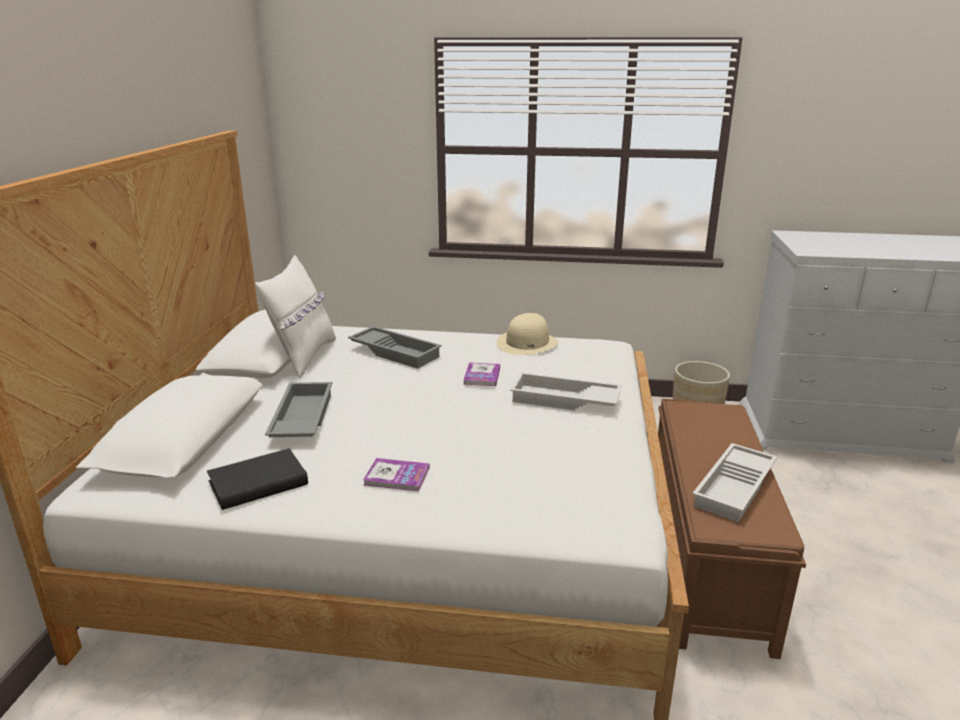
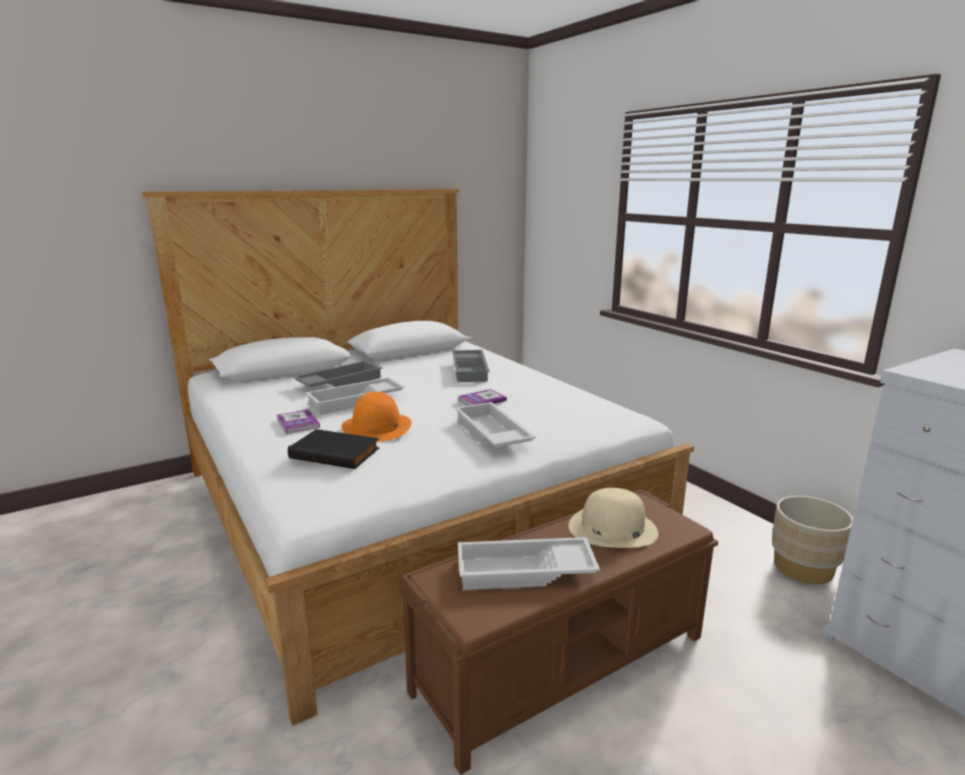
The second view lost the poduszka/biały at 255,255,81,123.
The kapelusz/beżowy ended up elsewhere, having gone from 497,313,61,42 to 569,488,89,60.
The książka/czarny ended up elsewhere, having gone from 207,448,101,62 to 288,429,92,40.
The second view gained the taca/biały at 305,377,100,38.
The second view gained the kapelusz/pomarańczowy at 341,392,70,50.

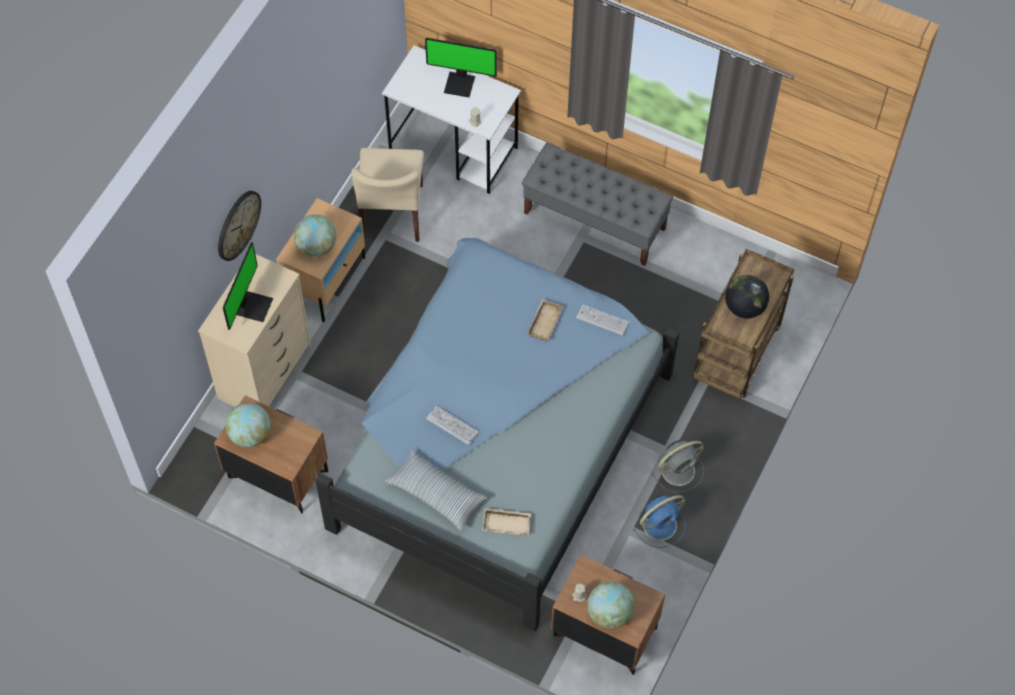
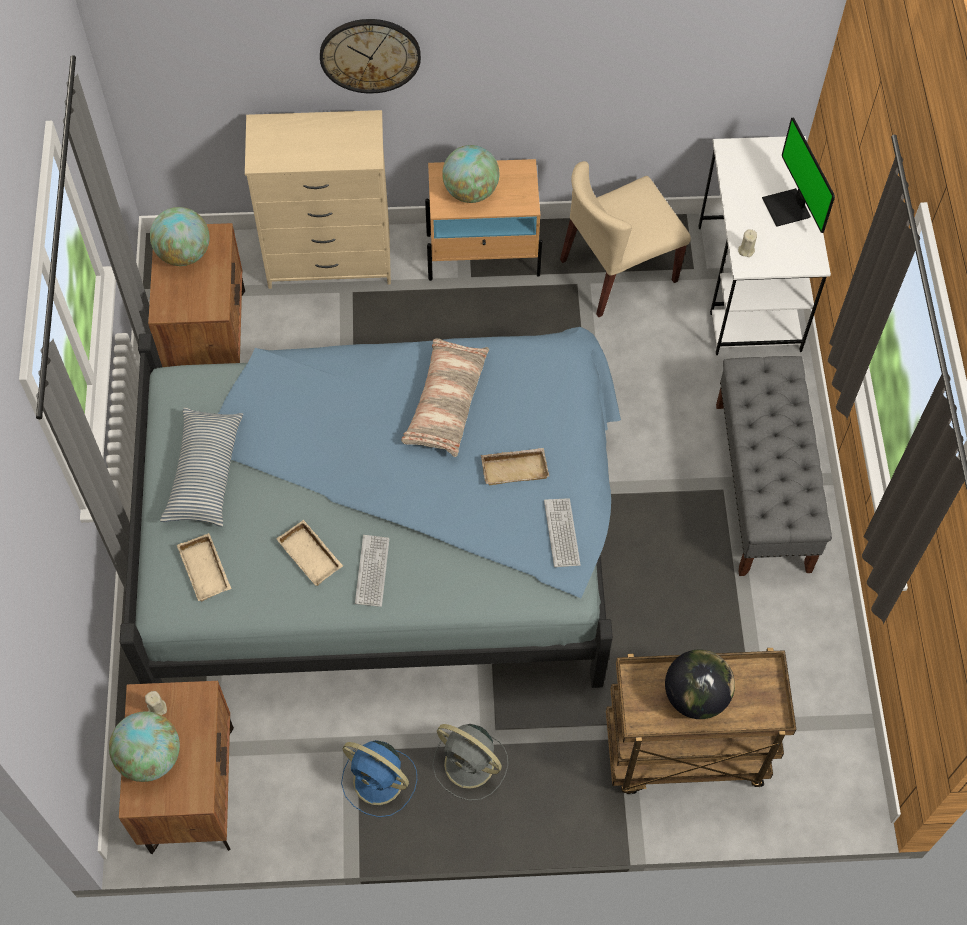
The second view lost the monitor at 223,242,50,88.
The klawiatura ended up elsewhere, having gone from 426,406,53,39 to 355,535,35,72.
The second view gained the poduszka at 401,338,88,119.
The second view gained the taca/beżowy at 276,520,67,66.

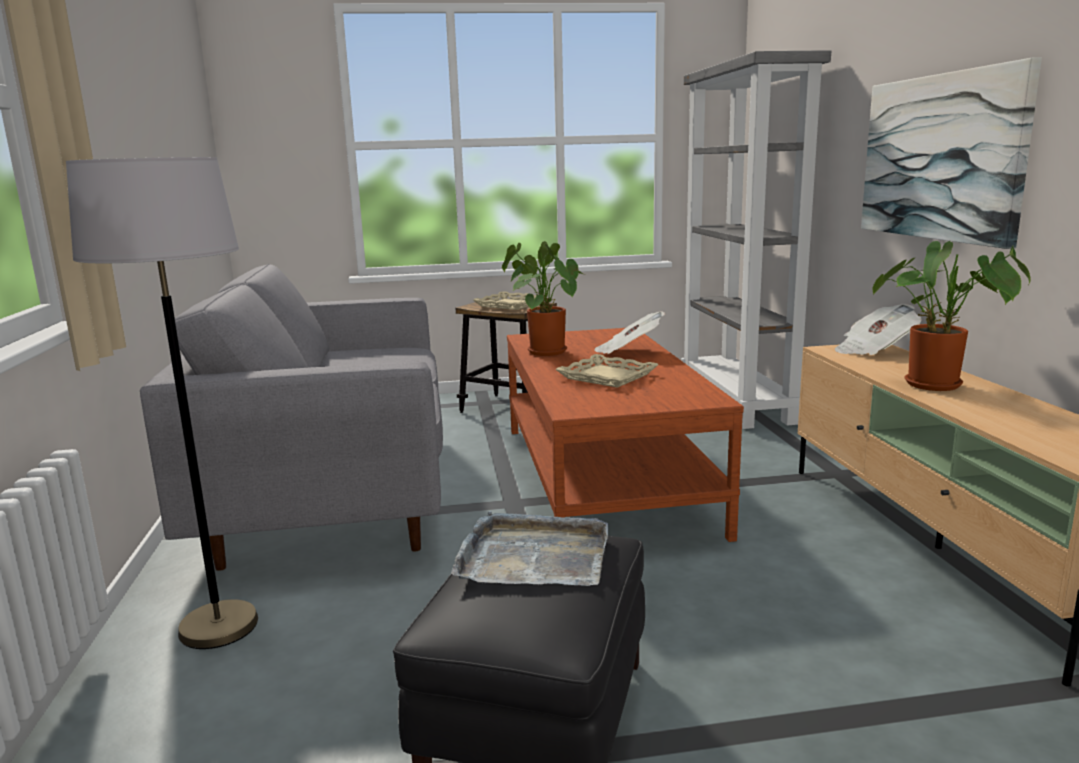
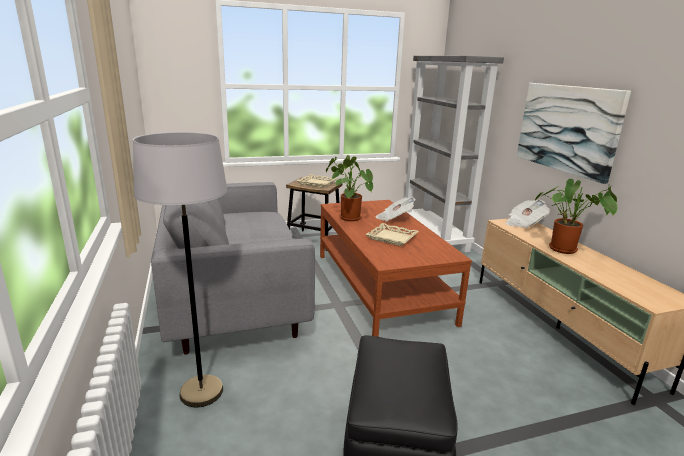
The second view lost the taca/szary at 451,511,157,75.

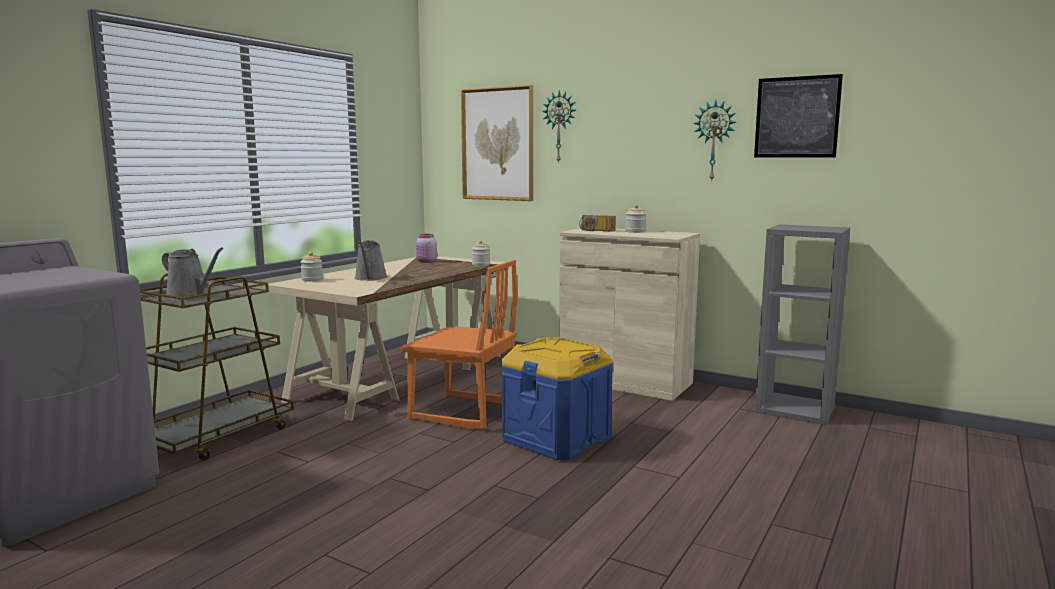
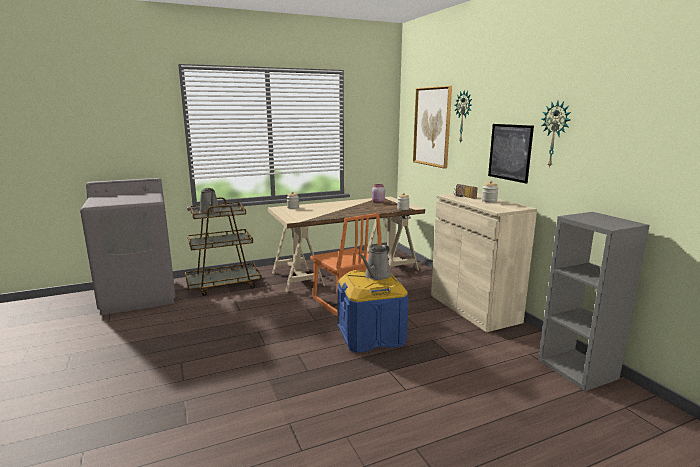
The obraz ended up elsewhere, having gone from 754,74,89,84 to 488,124,46,60.
The konewka/szary ended up elsewhere, having gone from 354,240,34,41 to 358,245,33,35.

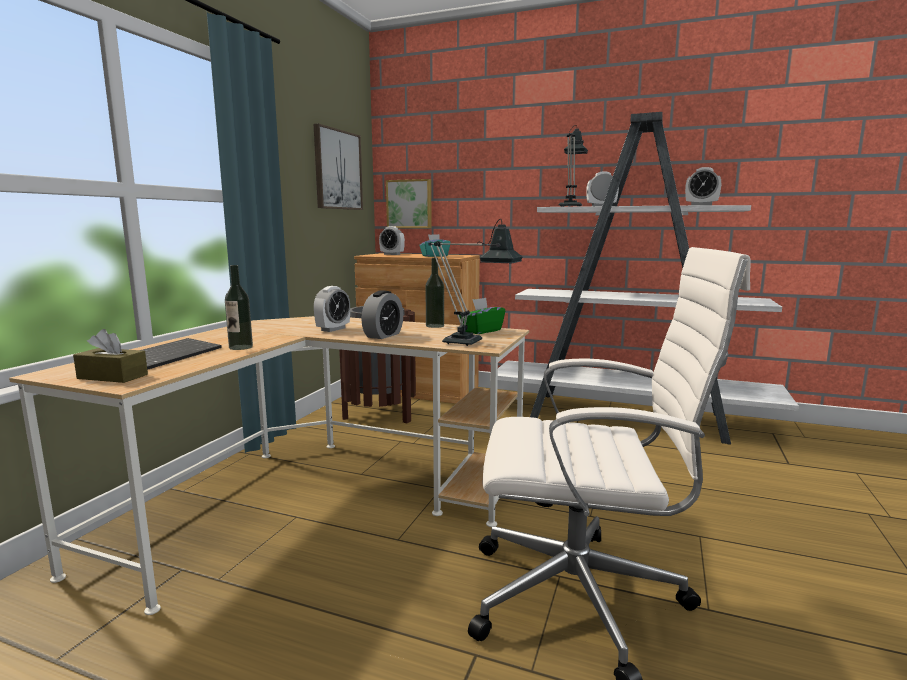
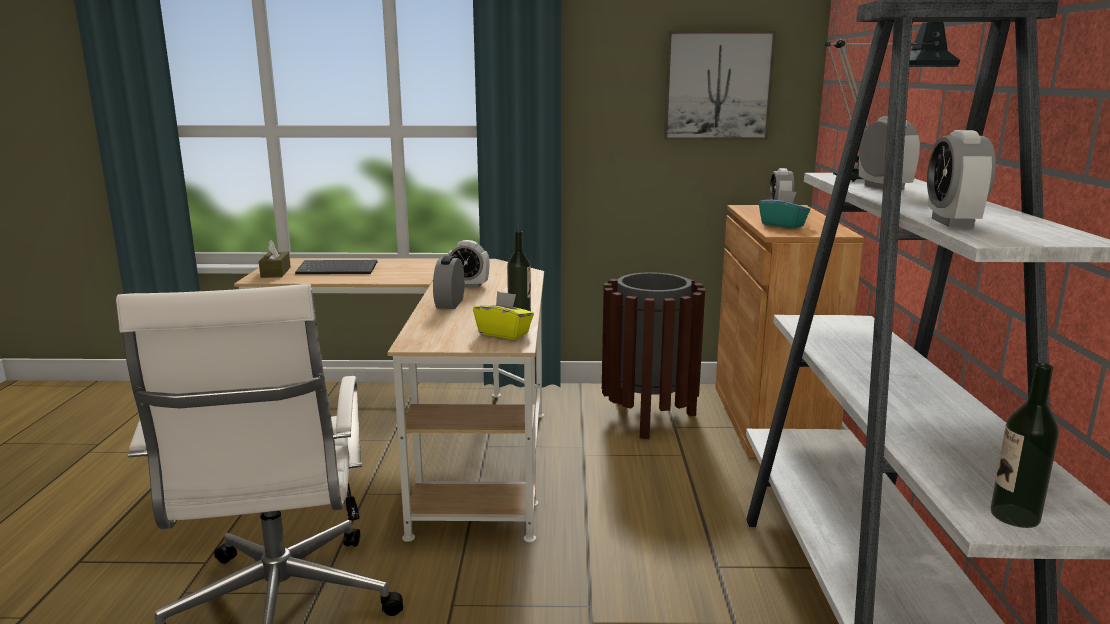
The second view lost the obraz at 386,179,46,49.
The second view lost the lampa stołowa at 428,219,95,127.
The butelka ended up elsewhere, having gone from 225,265,28,85 to 990,363,69,165.
The budzik at 361,290,42,49 ended up facing another way, 90 degrees clockwise from before.
What was the pudełko chusteczek/zielony at 459,298,46,36 turned into the pudełko chusteczek/żółty at 473,291,61,49.

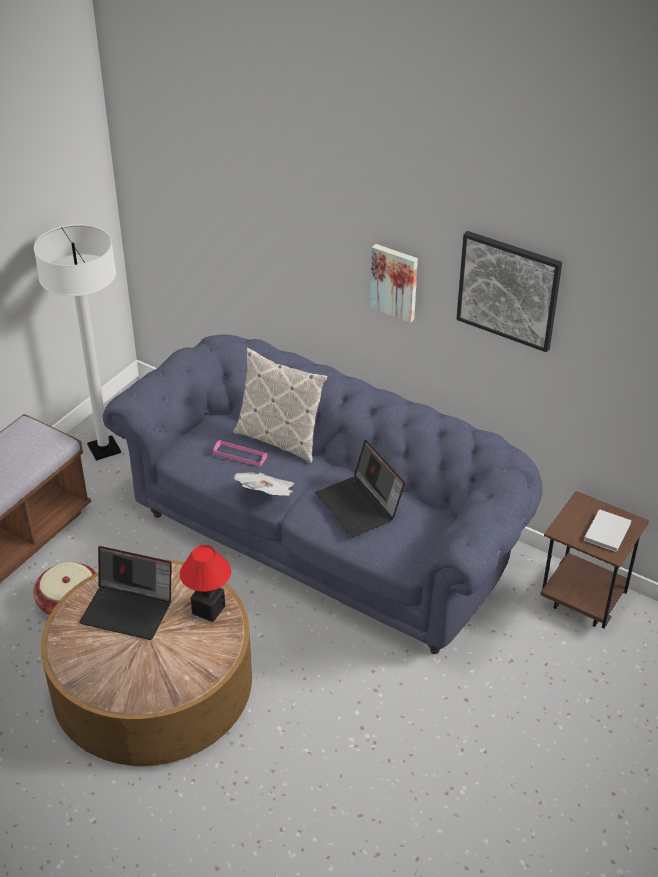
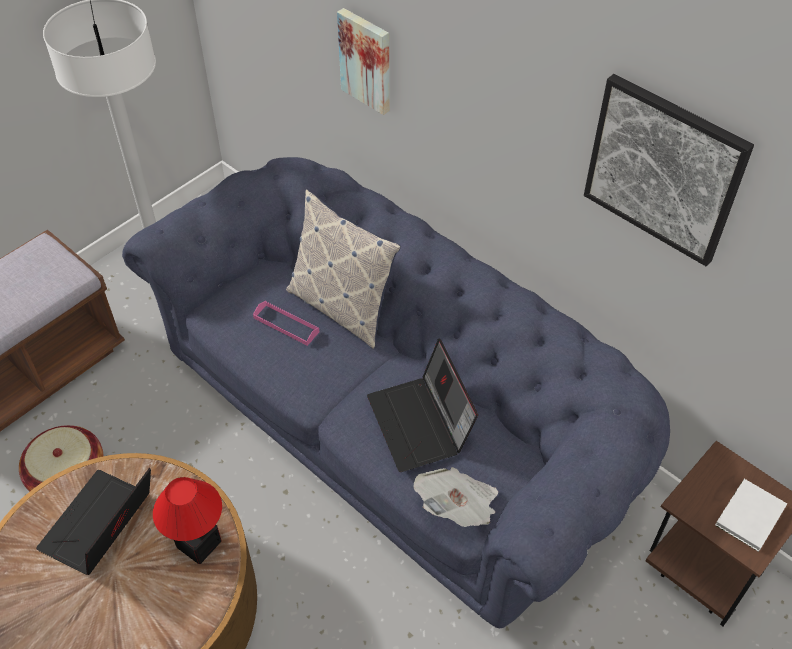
The obraz ended up elsewhere, having gone from 370,244,48,79 to 337,8,53,107.
The gazeta ended up elsewhere, having gone from 234,473,60,23 to 414,467,85,60.
The laptop at 79,546,93,94 ended up facing another way, 90 degrees clockwise from before.

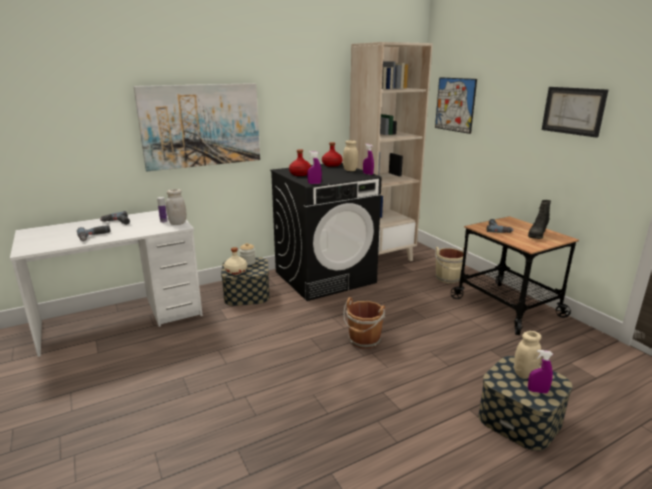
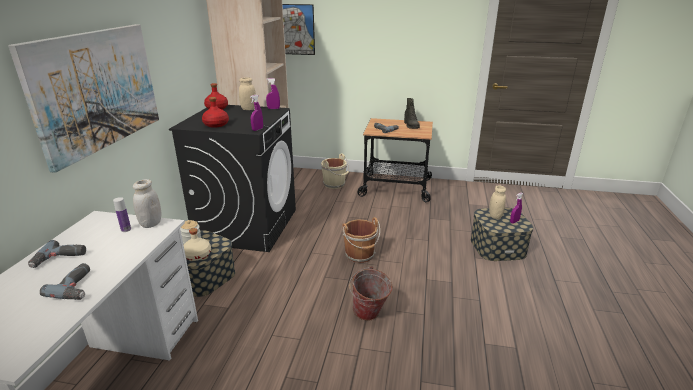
The second view lost the obraz at 542,87,66,51.
The second view gained the wiadro at 349,266,43,55.

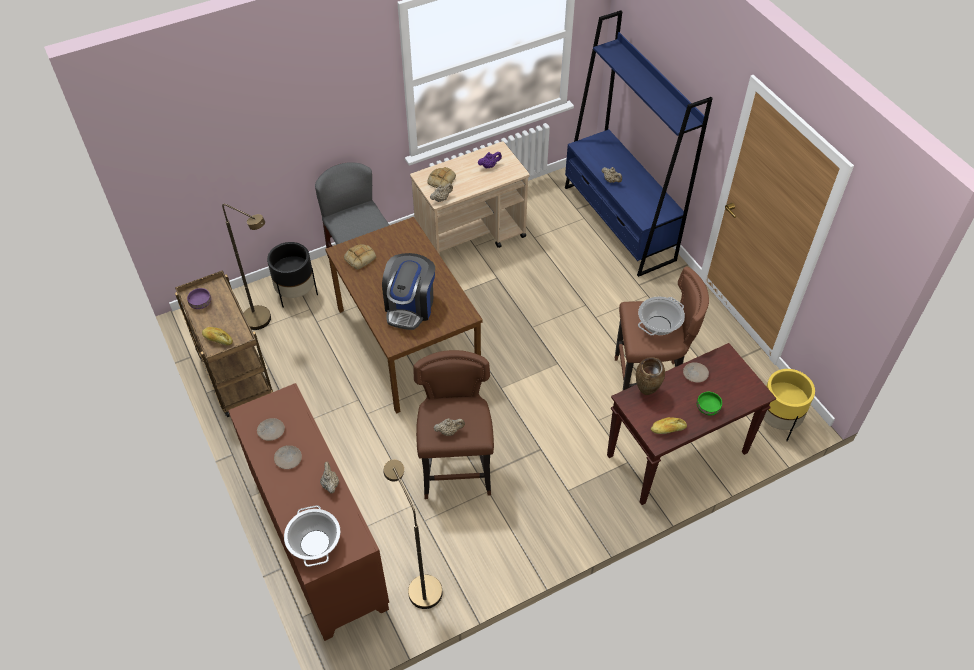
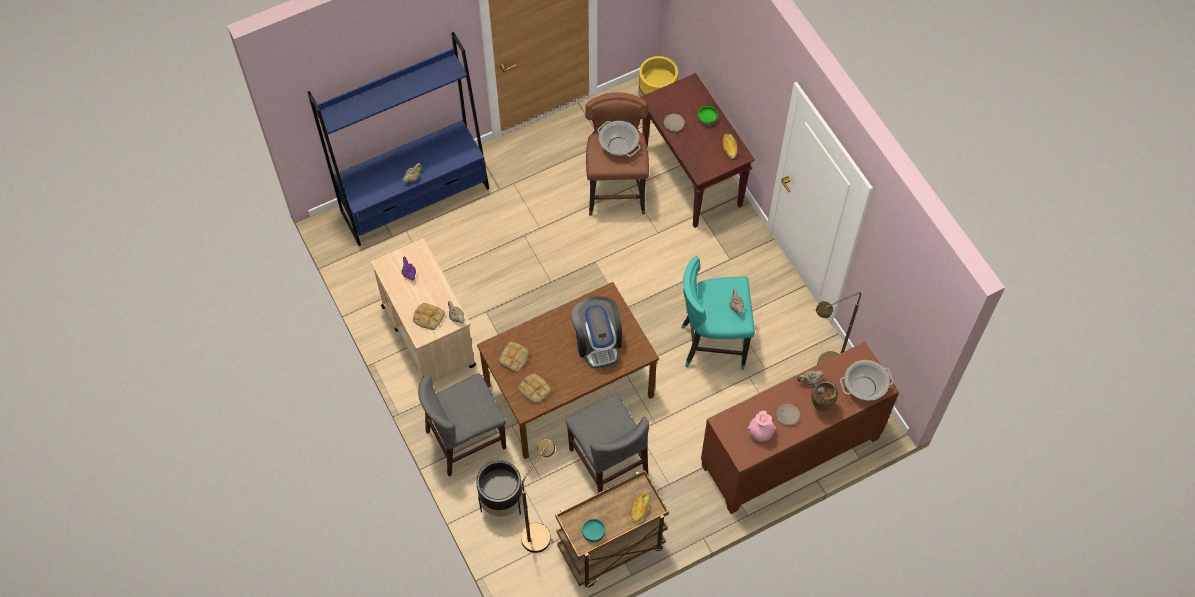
The ekspres do kawy at 382,253,53,77 ended up facing another way, 60 degrees clockwise from before.
What was the miska/fioletowy at 187,288,24,21 turned into the miska/turkusowy at 582,519,23,24.
What was the stołek/brązowy at 413,350,81,149 turned into the stołek/turkusowy at 681,256,74,114.
The wazon/brązowy ended up elsewhere, having gone from 636,357,29,38 to 811,380,27,31.
Where the talerz/beżowy stood at 257,418,28,23, the wazon/różowy came to stand at 747,411,29,31.
The second view gained the chleb at 499,342,30,30.
The second view gained the krzesło/szary at 566,393,83,100.

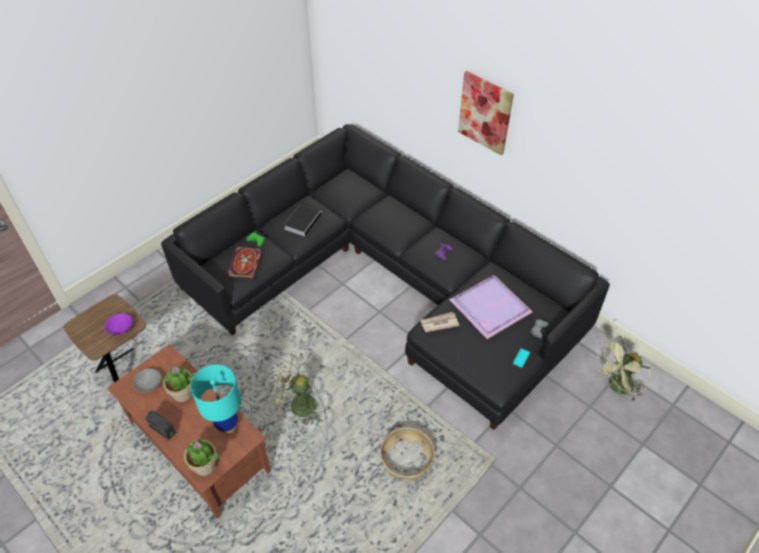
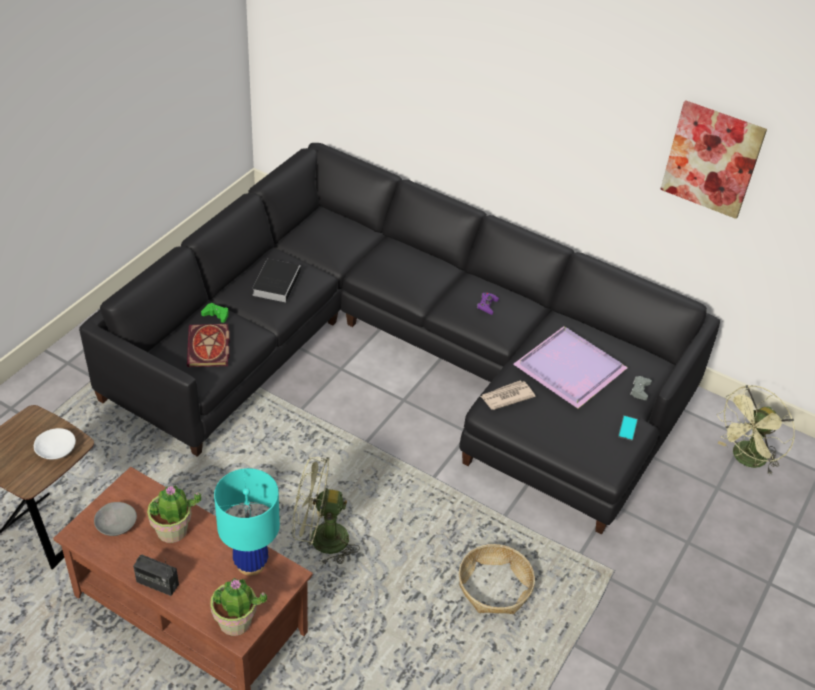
The obraz ended up elsewhere, having gone from 458,71,56,84 to 660,100,107,119.
What was the miska/fioletowy at 105,313,27,22 turned into the miska/biały at 34,428,42,32.

